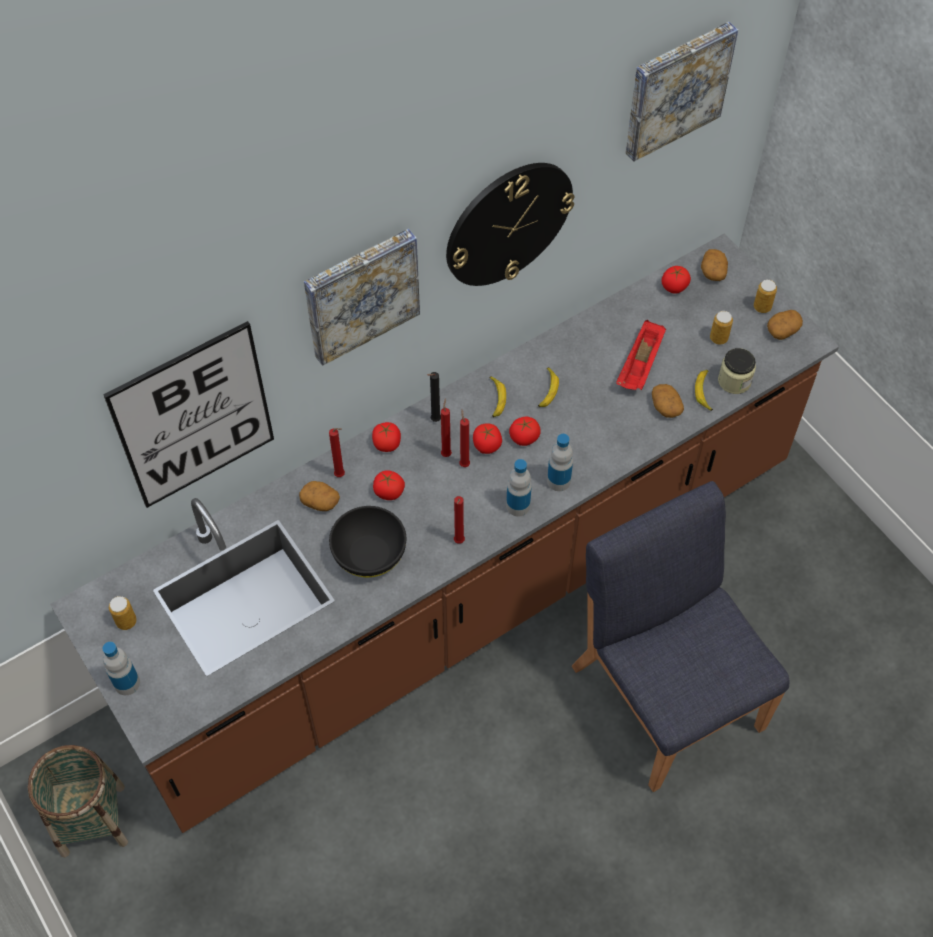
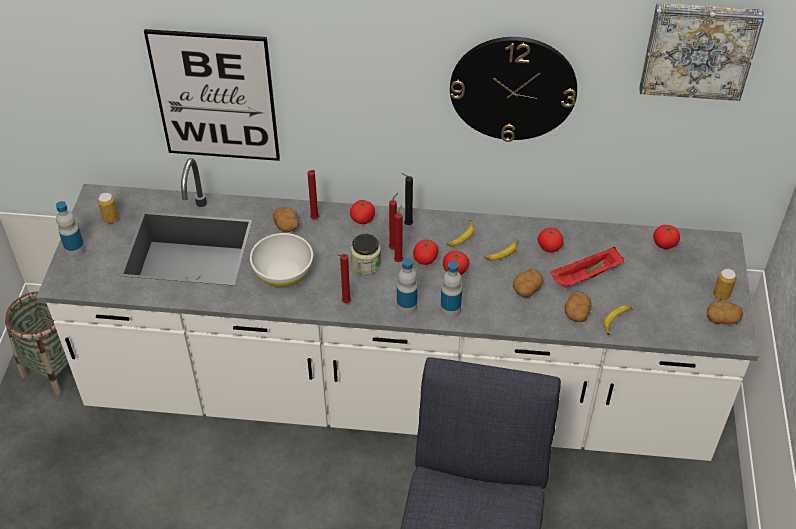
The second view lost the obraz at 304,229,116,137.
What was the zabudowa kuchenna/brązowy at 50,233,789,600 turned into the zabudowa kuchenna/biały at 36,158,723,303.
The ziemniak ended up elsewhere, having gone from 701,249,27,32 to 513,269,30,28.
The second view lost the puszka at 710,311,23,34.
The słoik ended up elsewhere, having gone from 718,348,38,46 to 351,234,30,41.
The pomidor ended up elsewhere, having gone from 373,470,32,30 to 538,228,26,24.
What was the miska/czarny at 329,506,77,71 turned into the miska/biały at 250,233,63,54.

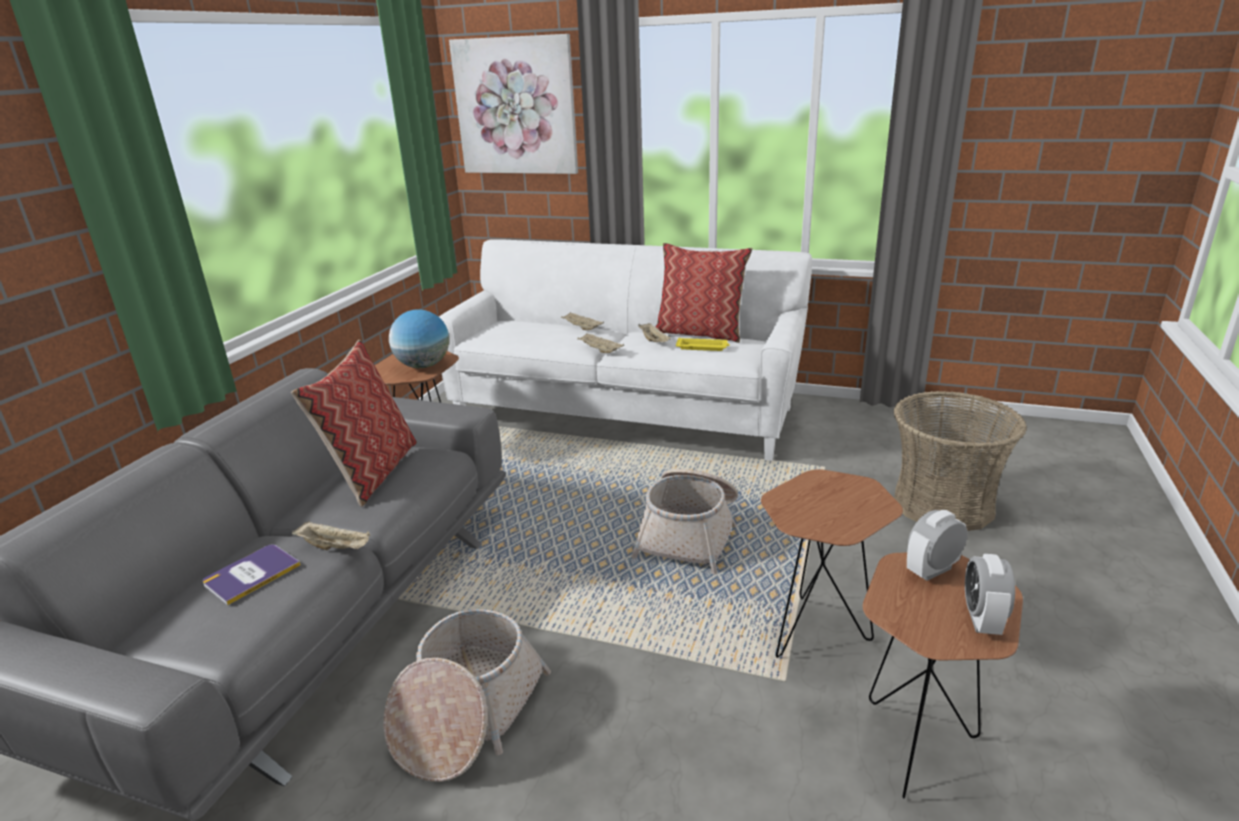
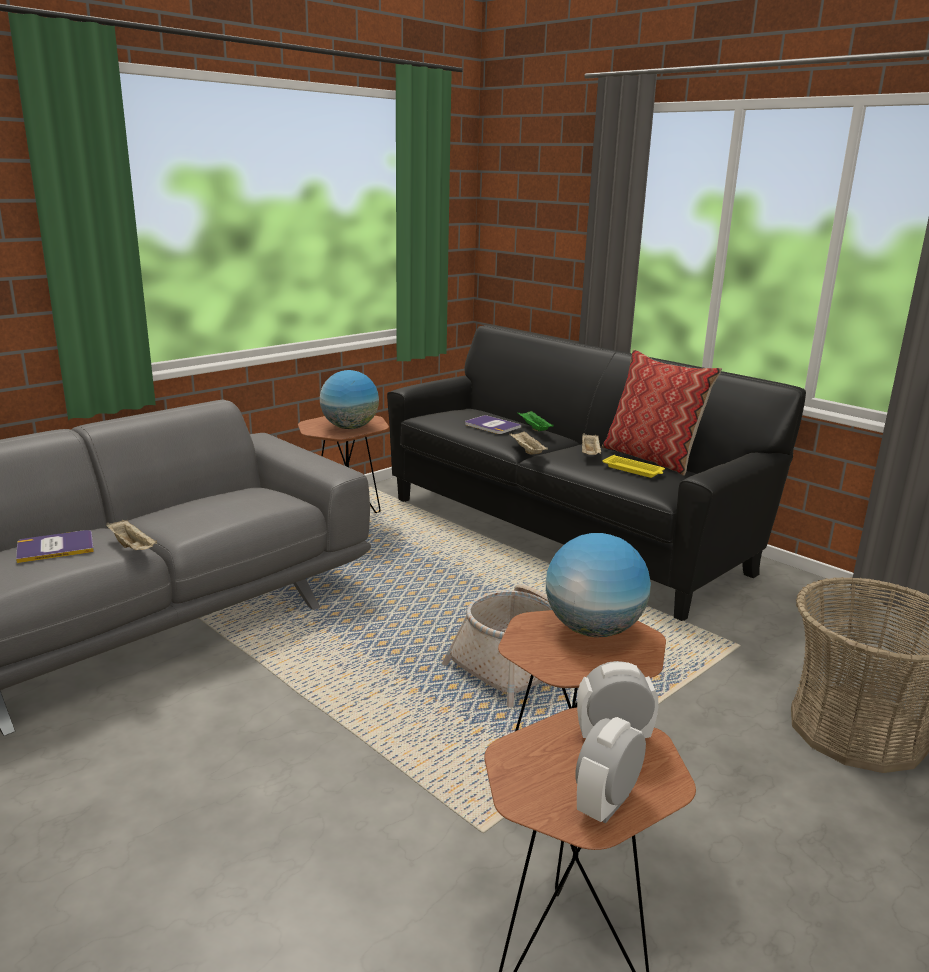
The second view lost the obraz at 449,34,129,140.
What was the kanapa/biały at 439,239,373,222 turned into the kanapa/czarny at 387,325,419,296.
What was the taca/beżowy at 561,312,43,18 turned into the taca/zielony at 517,411,36,20.
The second view lost the poduszka at 291,340,126,167.
The second view lost the koszyk at 384,609,167,173.
The second view gained the książka at 465,415,56,19.
The second view gained the globus at 546,533,105,104.

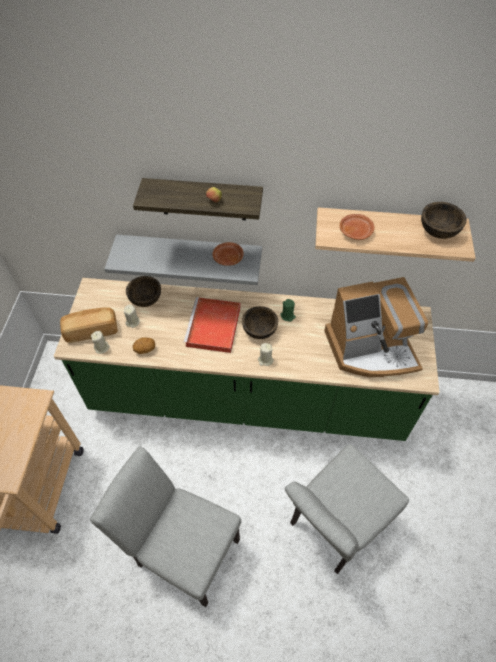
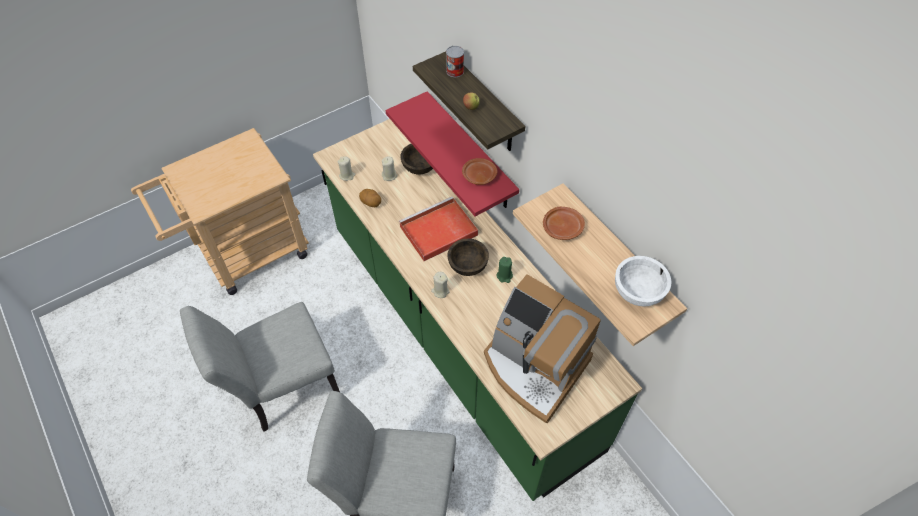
What was the miska/brązowy at 421,202,46,37 turned into the miska/biały at 615,256,57,51.
What was the półka/szary at 104,234,158,51 turned into the półka/czerwony at 386,91,133,126.
The second view lost the chleb at 60,307,58,36.
The krzesło/szary at 90,446,151,161 ended up facing another way, 105 degrees counterclockwise from before.
The second view gained the puszka at 446,46,18,31.

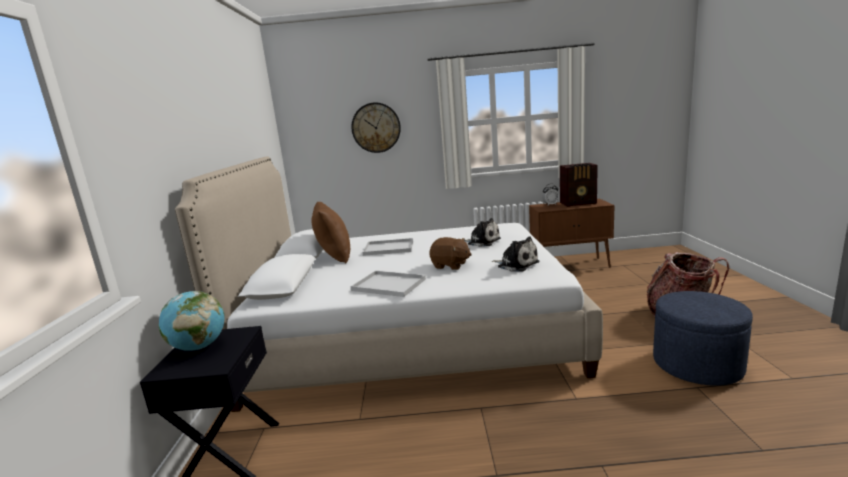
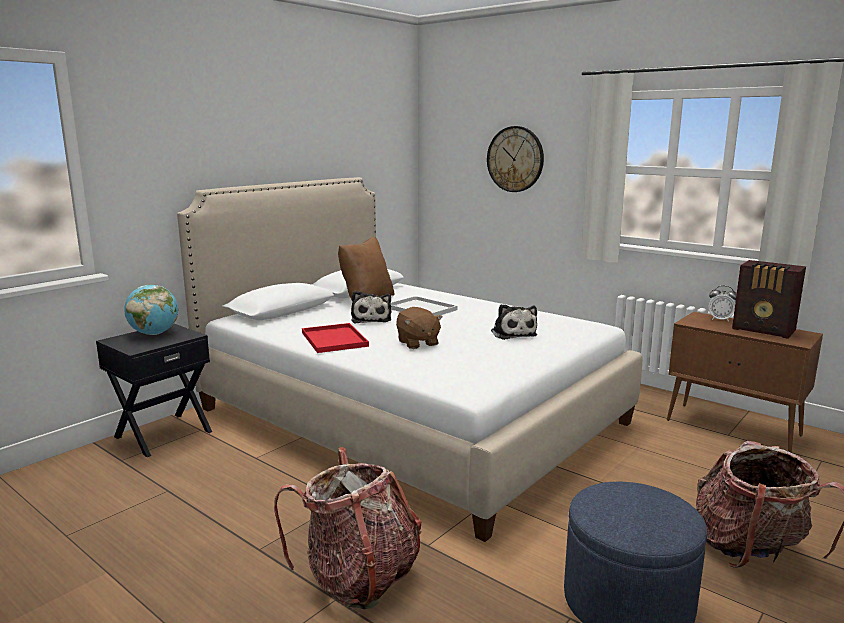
The pluszak ended up elsewhere, having gone from 492,236,47,36 to 351,291,40,33.
What was the taca/biały at 350,271,76,26 turned into the taca/czerwony at 302,323,67,30.
The second view gained the plecak at 274,447,148,162.

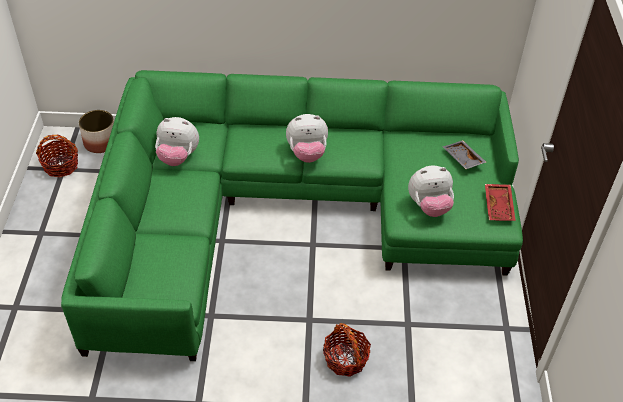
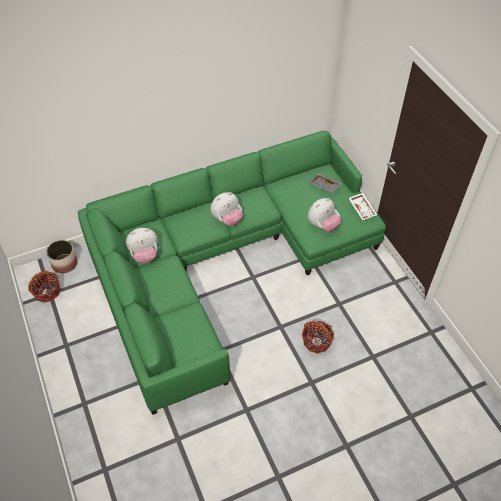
What was the taca/czerwony at 485,184,31,37 turned into the taca/biały at 349,193,29,27.

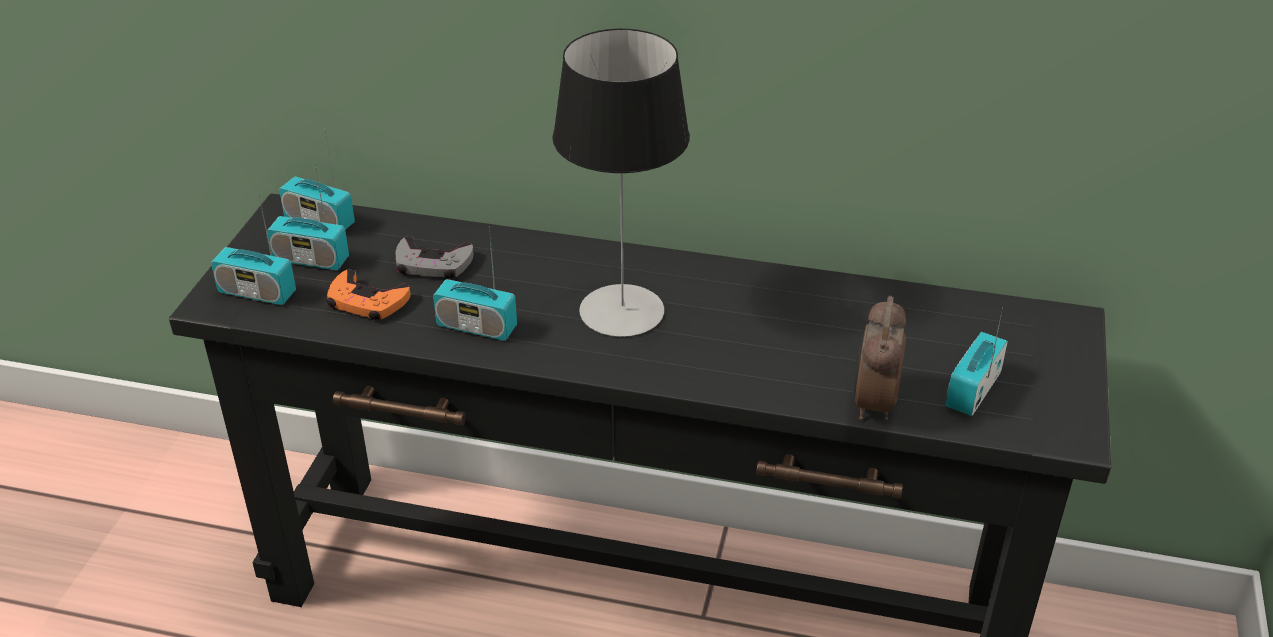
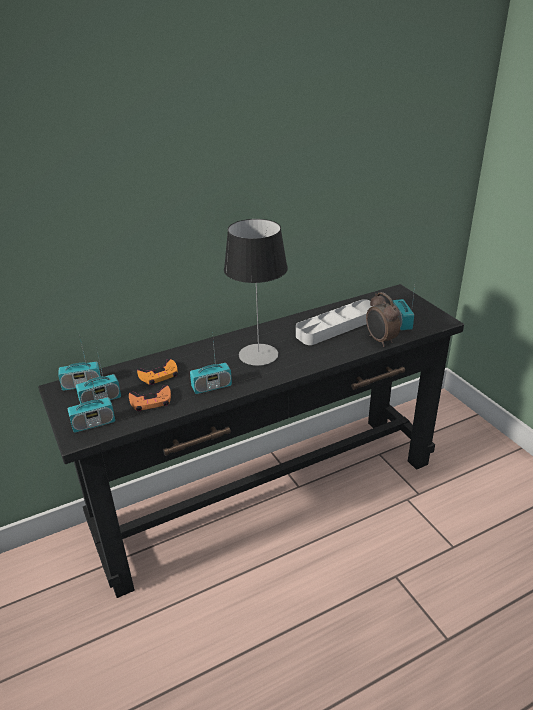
What was the pad do gier/szary at 395,237,79,42 turned into the pad do gier/pomarańczowy at 137,359,41,26.
The second view gained the taca/szary at 296,299,76,46.

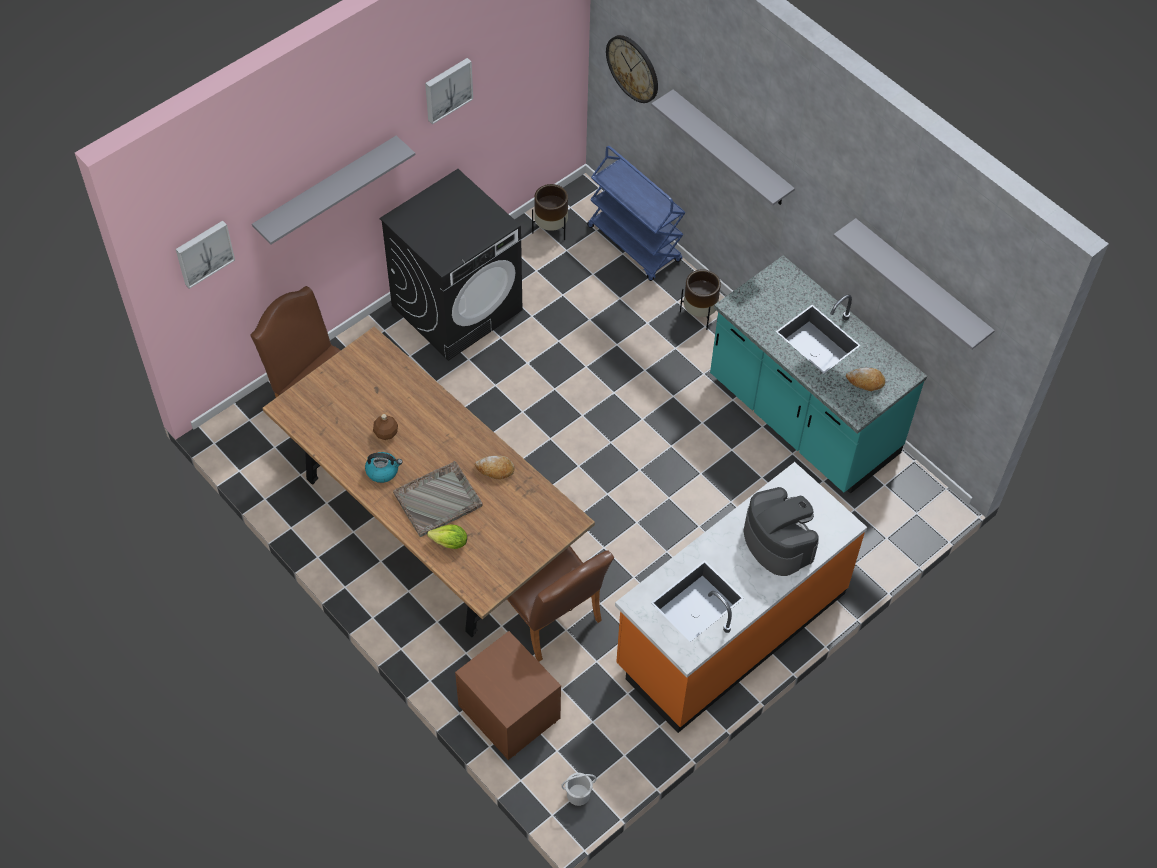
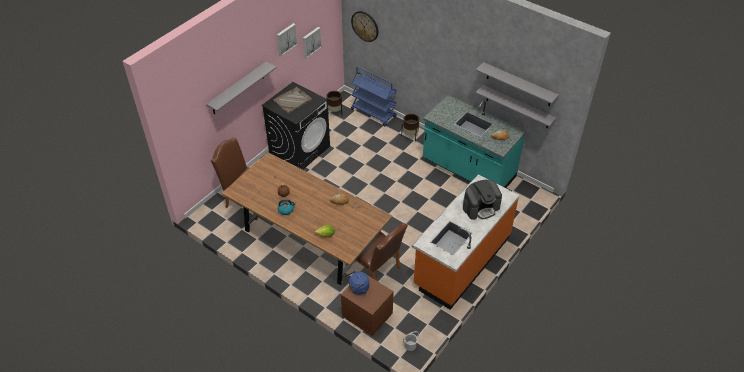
The półka/szary ended up elsewhere, having gone from 651,89,144,117 to 476,85,81,43.
The obraz ended up elsewhere, having gone from 176,221,59,68 to 303,27,19,31.
The taca/szary ended up elsewhere, having gone from 393,461,90,76 to 273,87,39,27.
The ekspres do kawy at 743,487,76,89 ended up facing another way, 105 degrees clockwise from before.
The second view gained the czajnik/niebieski at 345,271,24,24.

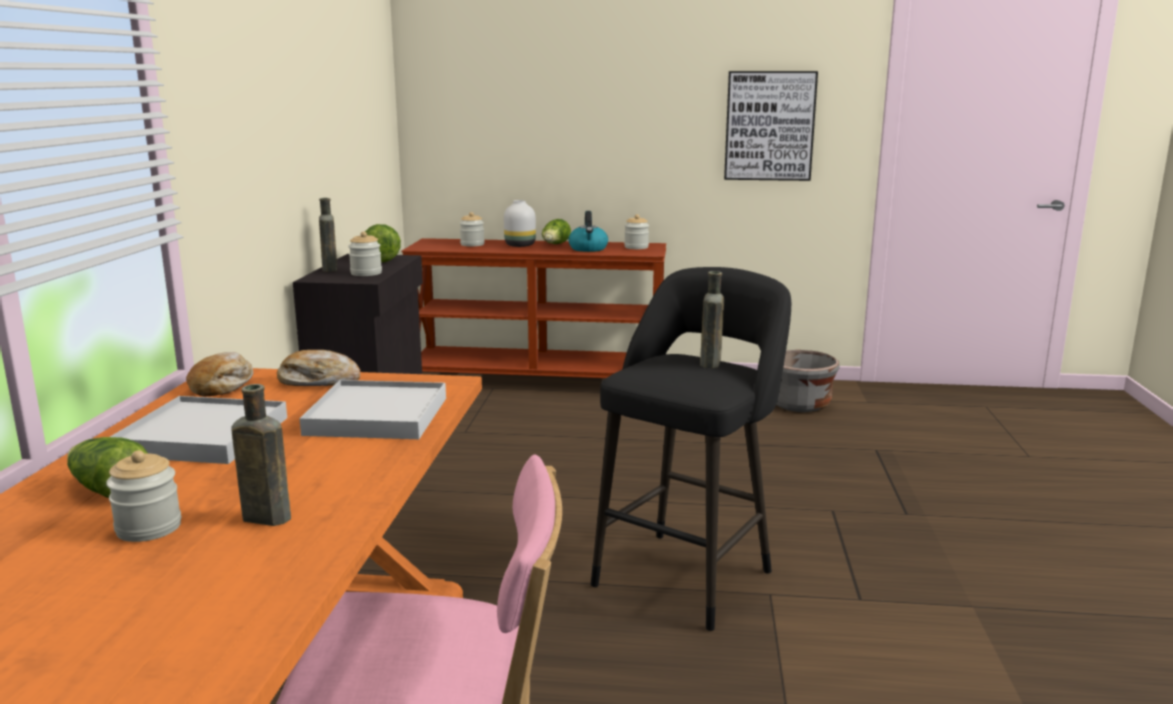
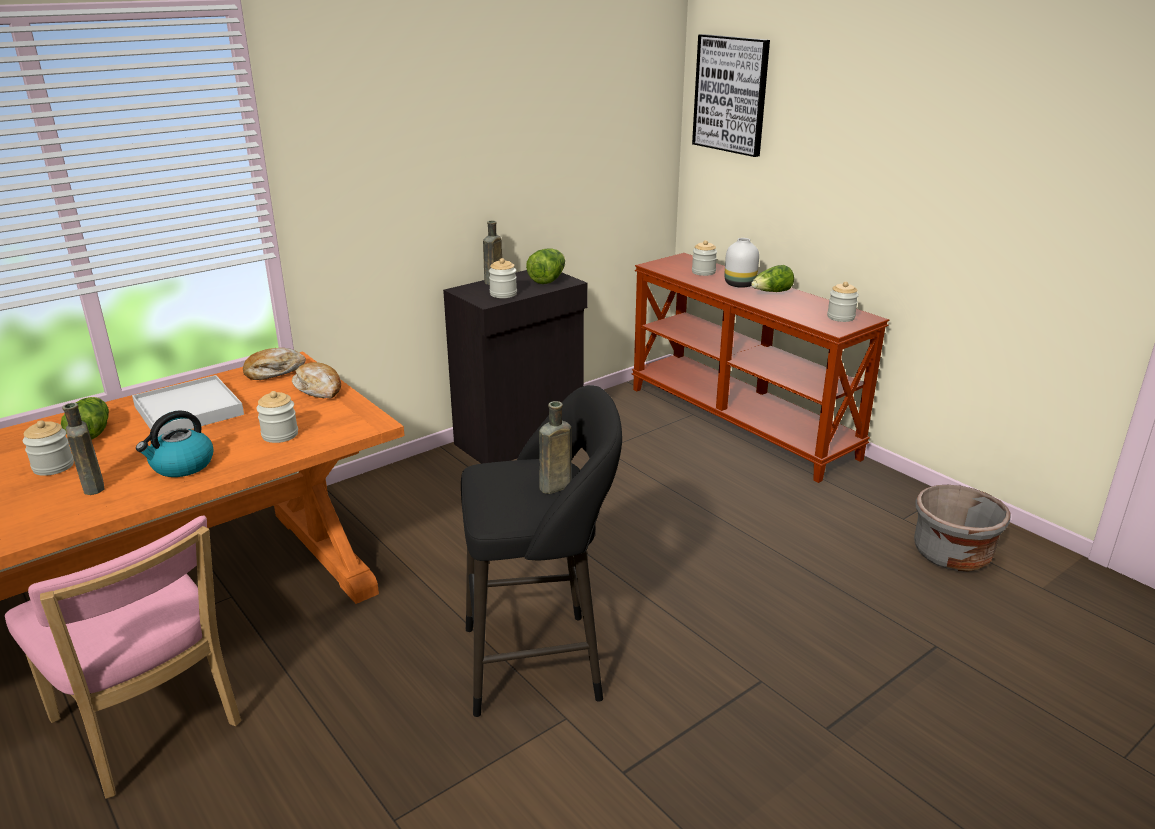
The obraz ended up elsewhere, having gone from 724,71,94,110 to 692,34,78,123.
The czajnik ended up elsewhere, having gone from 568,211,40,41 to 136,410,78,67.
Where the taca/biały stood at 299,380,147,59, the słoik came to stand at 257,391,41,52.

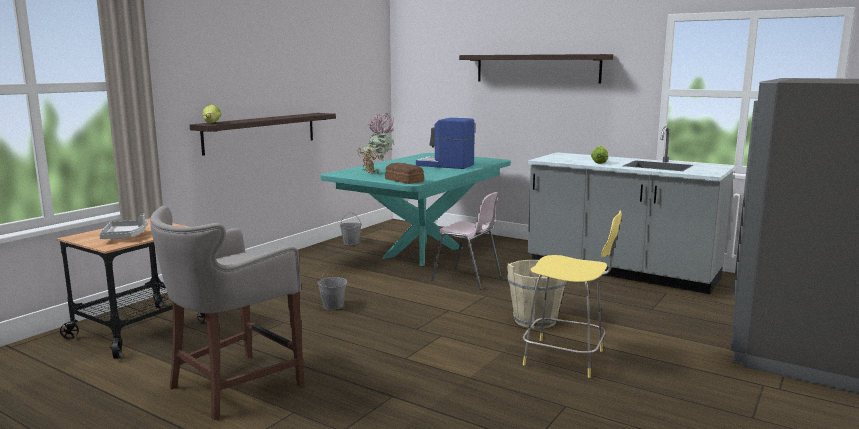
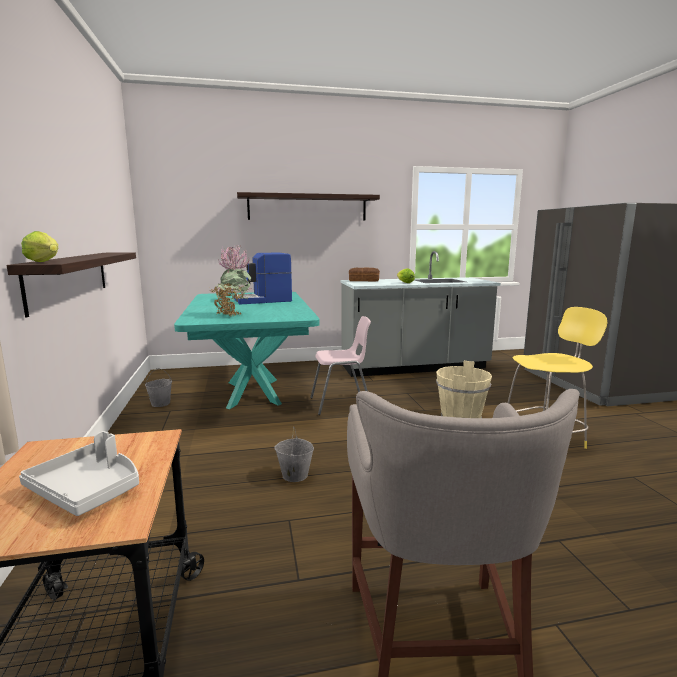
The chleb ended up elsewhere, having gone from 385,163,39,21 to 349,267,31,14.

